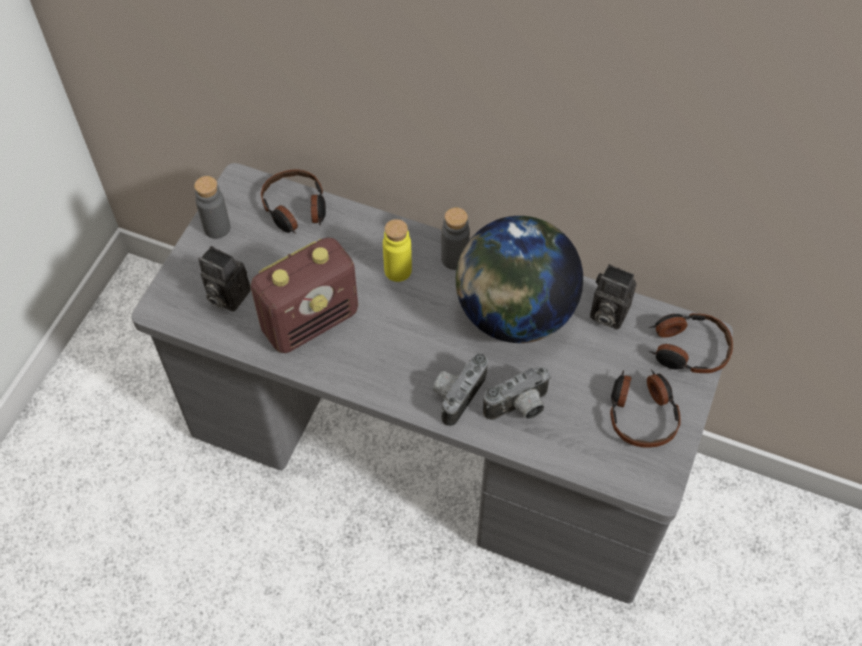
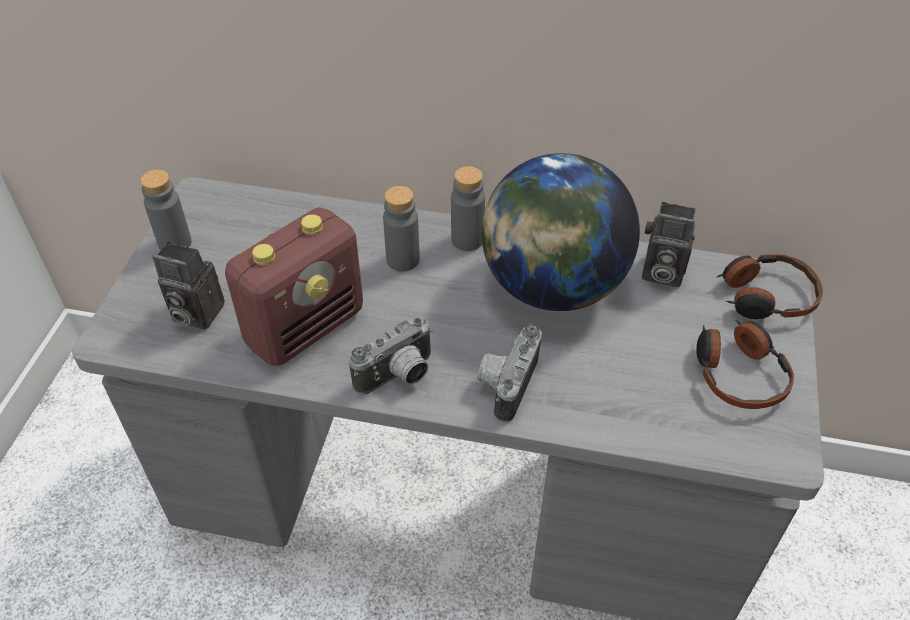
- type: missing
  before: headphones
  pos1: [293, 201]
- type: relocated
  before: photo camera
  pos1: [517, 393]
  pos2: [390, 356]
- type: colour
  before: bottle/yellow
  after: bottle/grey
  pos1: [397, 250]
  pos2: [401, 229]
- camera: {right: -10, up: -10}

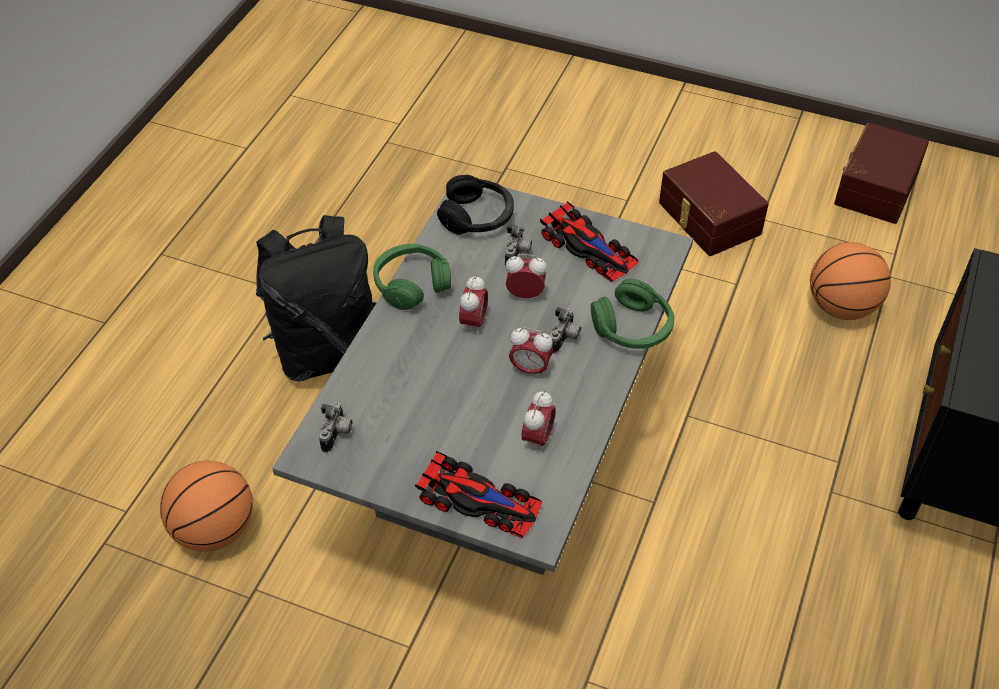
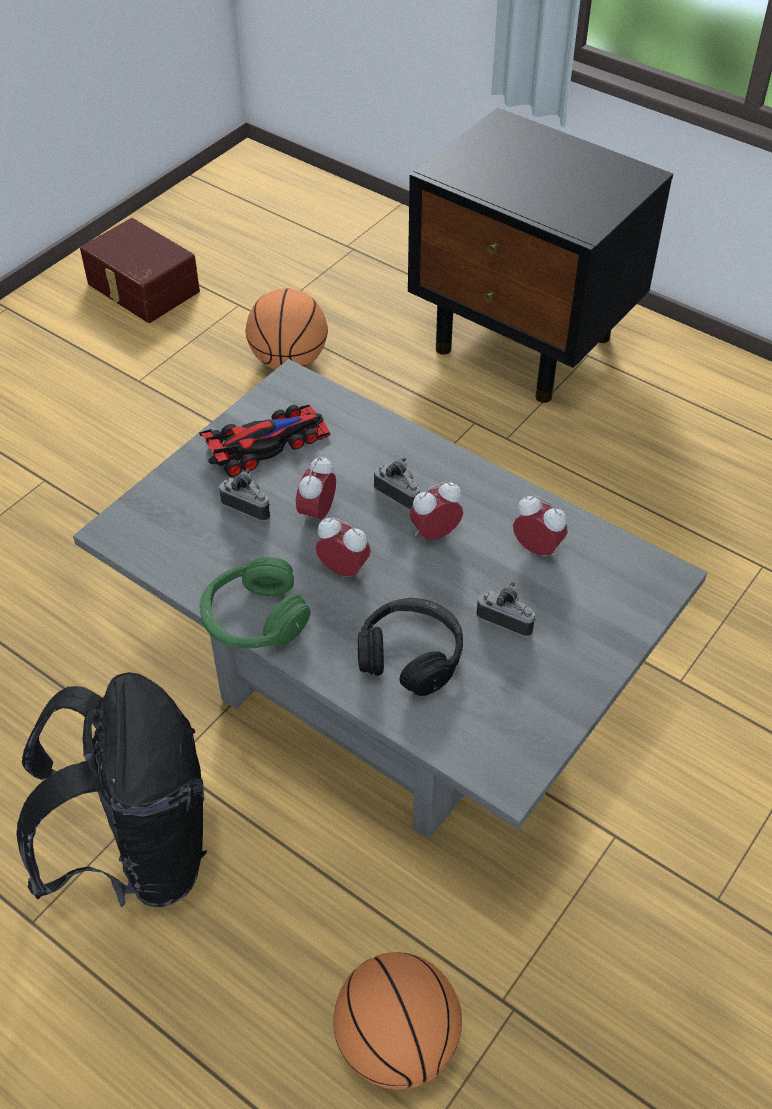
- type: missing
  before: toy car
  pos1: [478, 494]
- type: missing
  before: headphones/green
  pos1: [632, 313]
- type: missing
  before: storage box/brown
  pos1: [714, 203]
- type: relocated
  before: photo camera
  pos1: [335, 427]
  pos2: [506, 609]
- type: relocated
  before: headphones/black
  pos1: [475, 205]
  pos2: [410, 647]
- type: spun
  before: alarm clock
  pos1: [531, 352]
  pos2: [436, 510]
  turn: -150
- camera: {right: -75, up: 0}

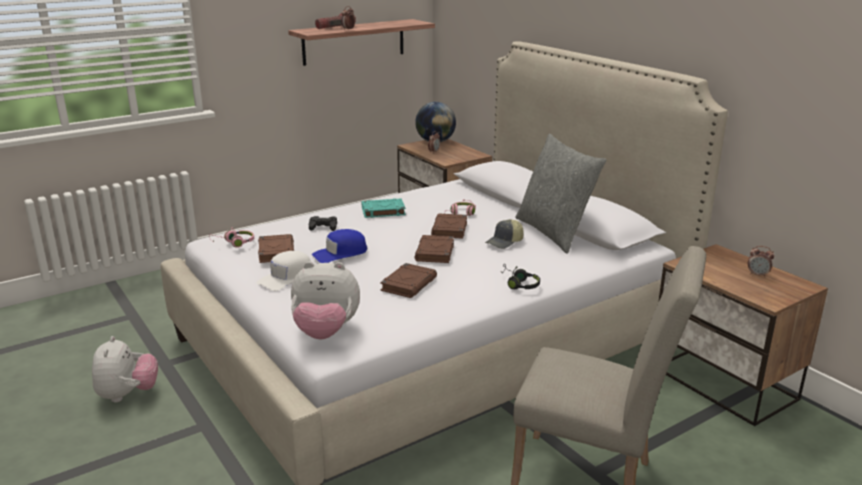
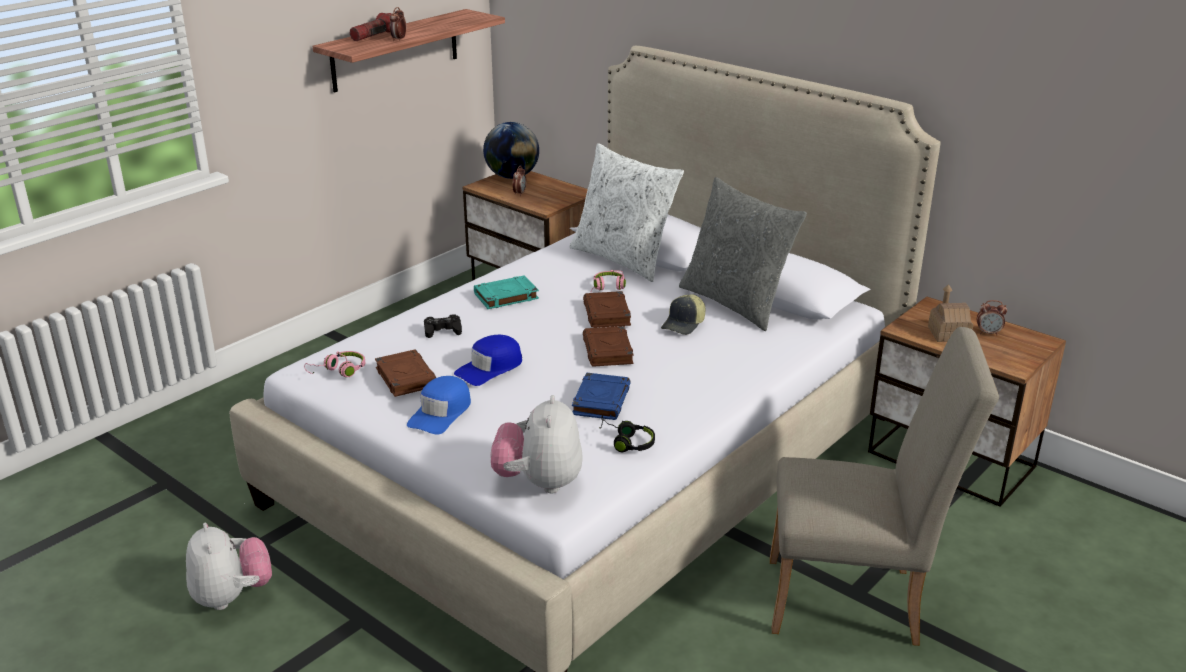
- type: appeared
  after: pillow/white
  pos2: [627, 212]
- type: appeared
  after: toy house
  pos2: [950, 313]
- type: relocated
  before: headphones/black
  pos1: [520, 277]
  pos2: [627, 433]
- type: colour
  before: cap/white
  after: cap/blue
  pos1: [284, 271]
  pos2: [439, 405]
- type: colour
  before: book/brown
  after: book/blue
  pos1: [408, 280]
  pos2: [601, 396]
- type: spun
  before: plush toy
  pos1: [325, 301]
  pos2: [537, 444]
  turn: 105
- camera: {right: -15, up: 5}

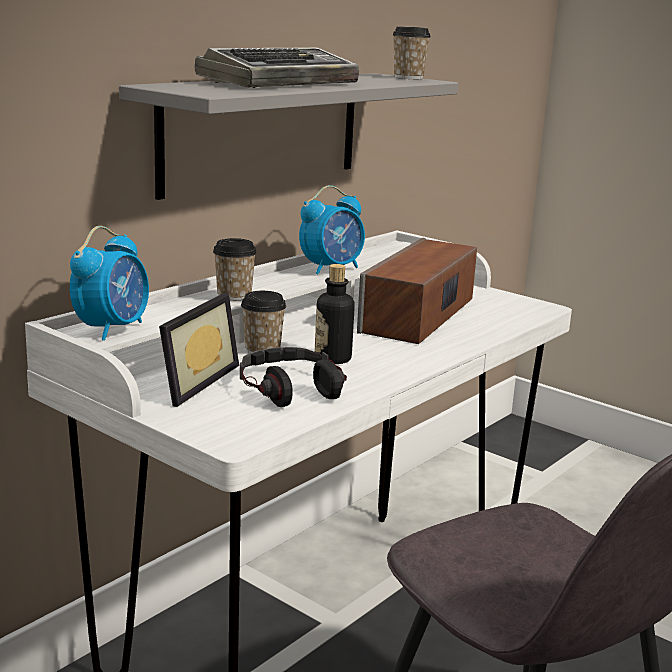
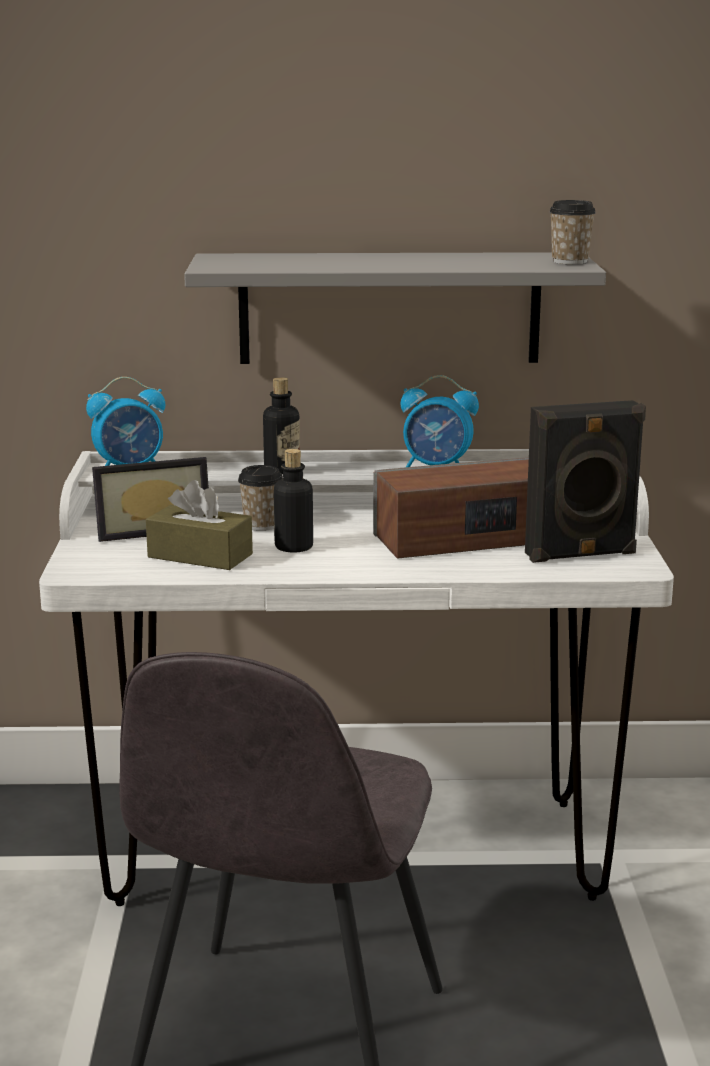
- type: missing
  before: keyboard
  pos1: [276, 67]
- type: appeared
  after: speaker/black
  pos2: [585, 481]
- type: exchanged
  before: cup
  after: bottle
  pos1: [235, 269]
  pos2: [281, 425]
- type: exchanged
  before: headphones
  after: tissue box/brown
  pos1: [293, 377]
  pos2: [199, 525]
- camera: {right: 50, up: 0}

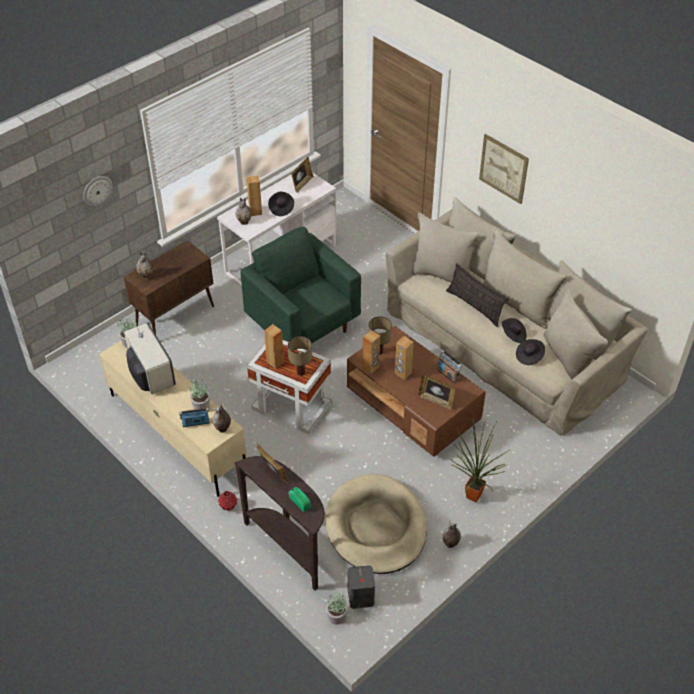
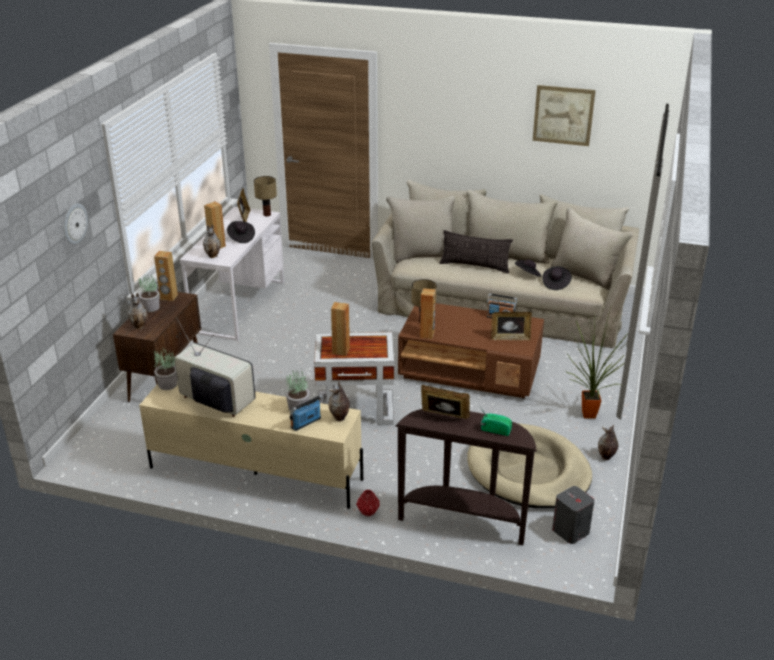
- type: missing
  before: armchair/green
  pos1: [301, 285]
- type: relocated
  before: table lamp
  pos1: [300, 356]
  pos2: [265, 196]
- type: relocated
  before: potted plant
  pos1: [337, 608]
  pos2: [149, 292]
- type: relocated
  before: speaker/brown
  pos1: [404, 358]
  pos2: [166, 276]
- type: relocated
  before: picture
  pos1: [504, 169]
  pos2: [564, 115]
- camera: {right: -30, up: -15}

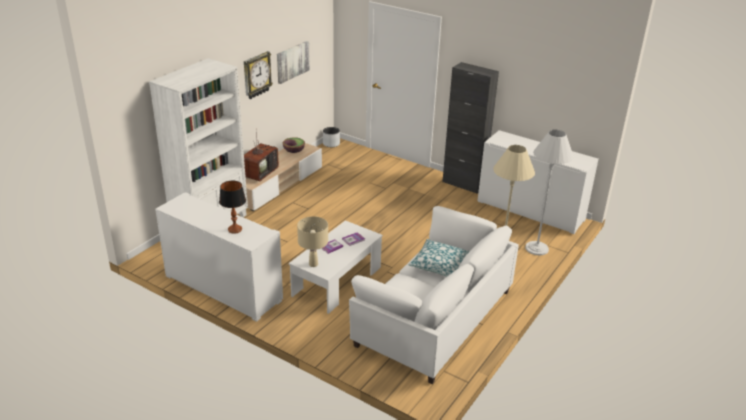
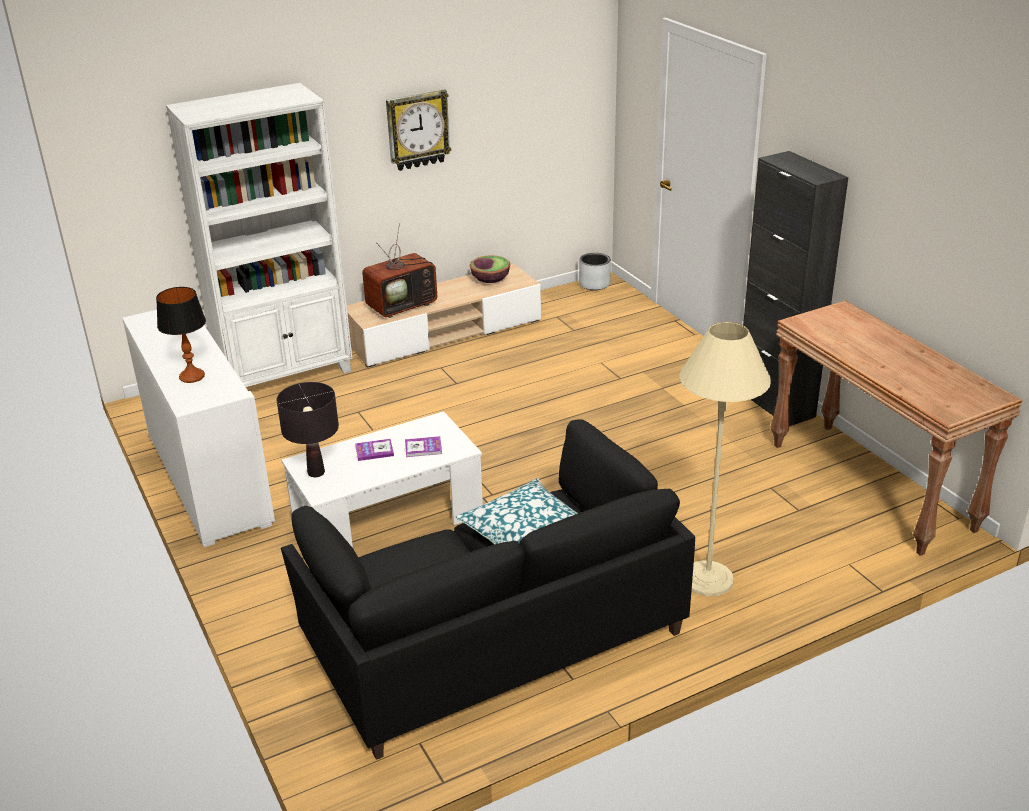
- type: missing
  before: picture
  pos1: [293, 62]
- type: missing
  before: floor lamp/white
  pos1: [549, 192]
- type: exchanged
  before: cabinet/white
  after: console table/brown
  pos1: [538, 182]
  pos2: [896, 428]
- type: colour
  before: table lamp/beige
  after: table lamp/black
  pos1: [312, 241]
  pos2: [308, 429]
- type: colour
  before: sofa/white
  after: sofa/black
  pos1: [434, 295]
  pos2: [488, 589]
- camera: {right: 30, up: 0}

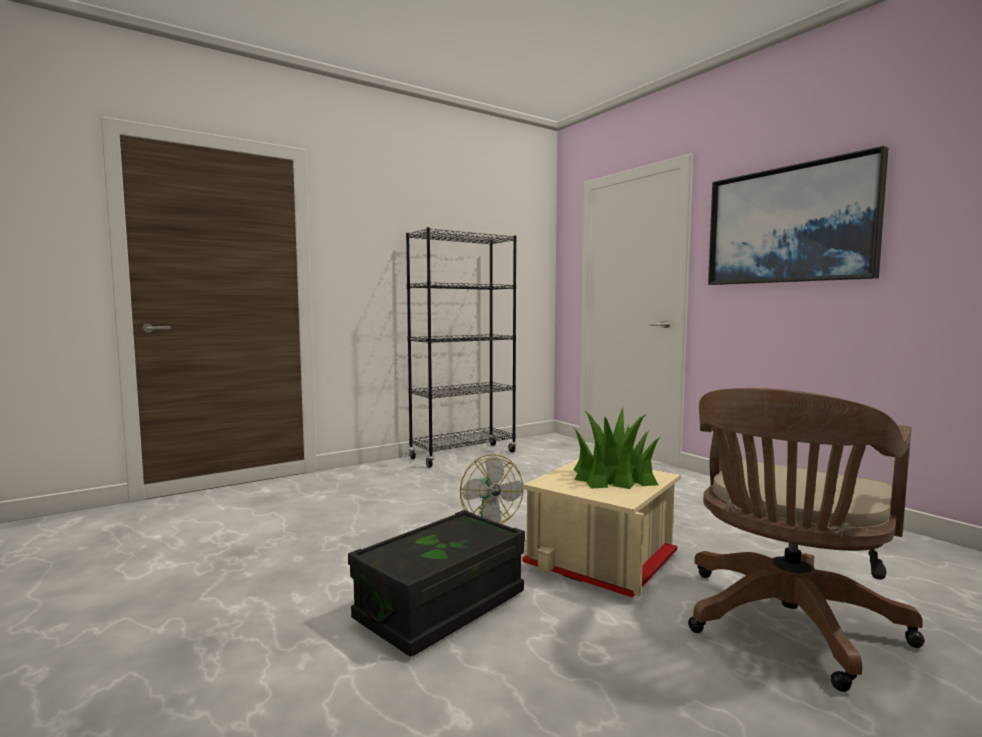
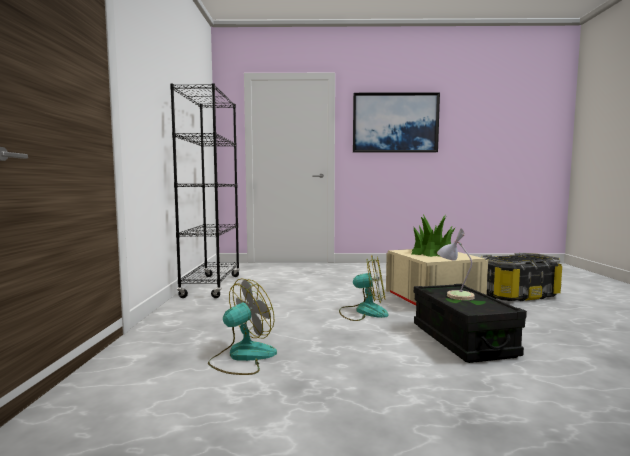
- type: appeared
  after: fan
  pos2: [242, 326]
- type: appeared
  after: table lamp
  pos2: [456, 264]
- type: exchanged
  before: office chair/brown
  after: storage box
  pos1: [806, 540]
  pos2: [521, 277]
- camera: {right: -55, up: 0}

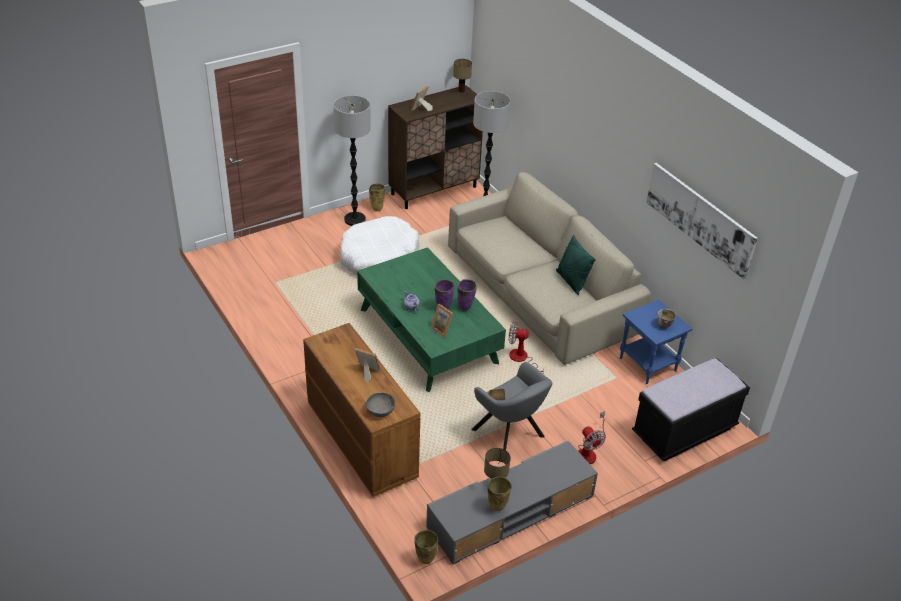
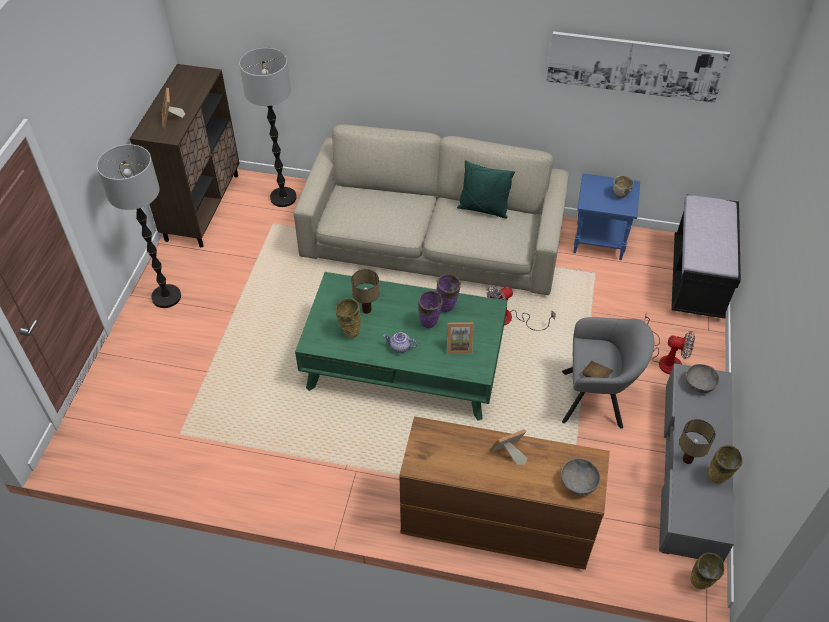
- type: missing
  before: dog bed/white
  pos1: [380, 245]
- type: appeared
  after: bowl/grey
  pos2: [703, 378]
- type: relocated
  before: vase/beige
  pos1: [377, 197]
  pos2: [348, 318]
- type: relocated
  before: table lamp
  pos1: [462, 76]
  pos2: [365, 291]
- camera: {right: -45, up: 10}

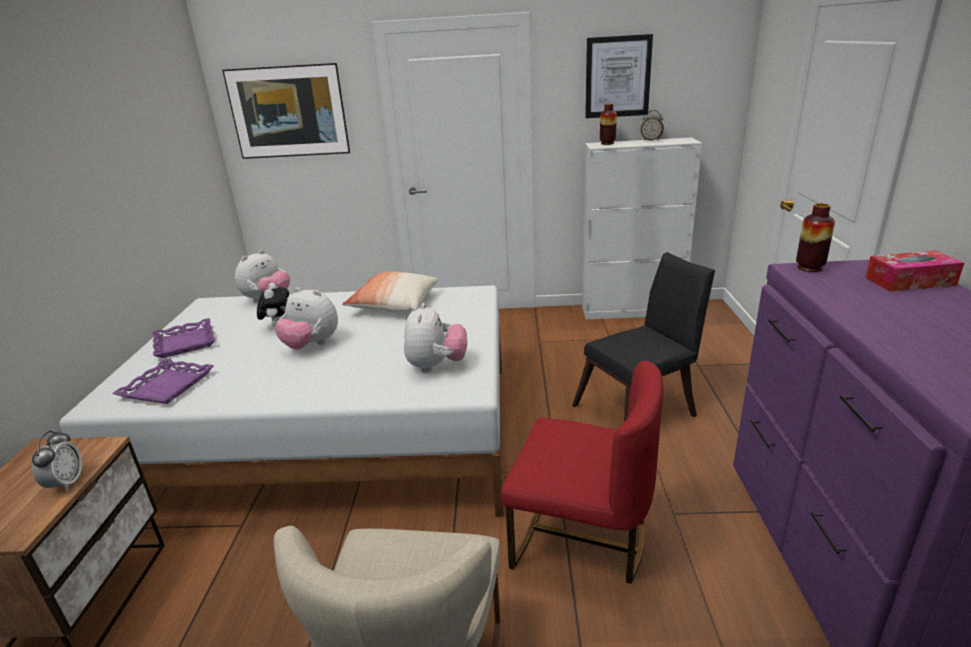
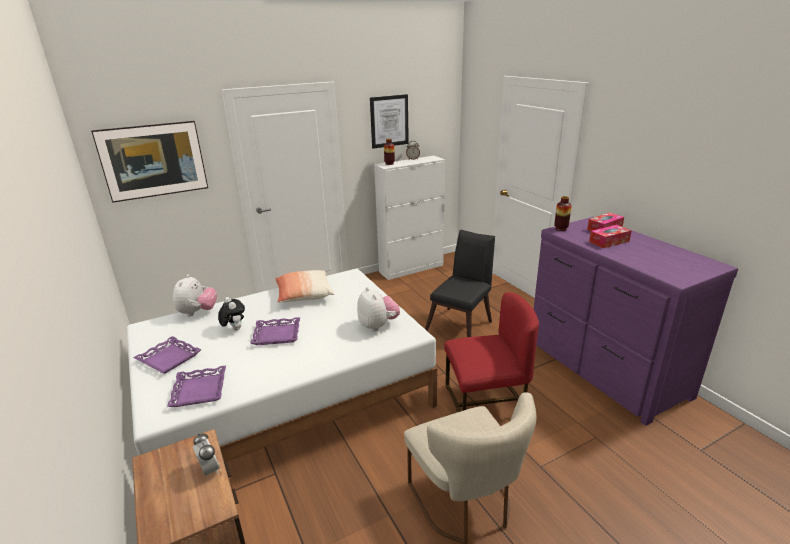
- type: appeared
  after: tissue box
  pos2: [610, 236]
- type: exchanged
  before: plush toy
  after: tray/purple
  pos1: [306, 318]
  pos2: [275, 331]
- camera: {right: -30, up: 0}

